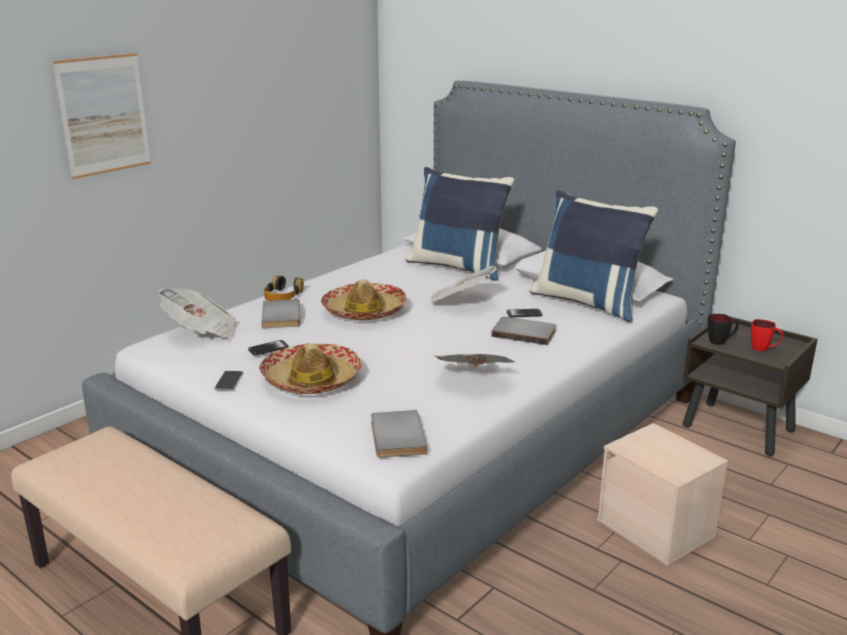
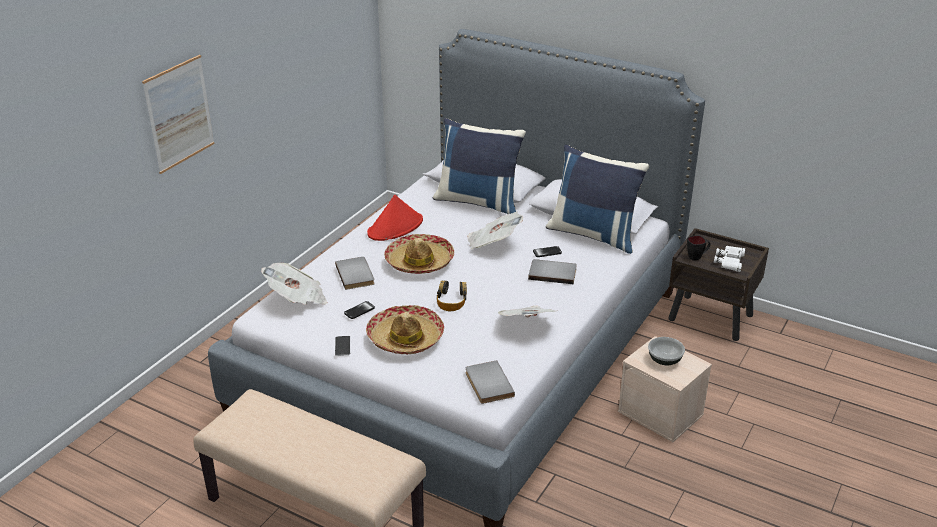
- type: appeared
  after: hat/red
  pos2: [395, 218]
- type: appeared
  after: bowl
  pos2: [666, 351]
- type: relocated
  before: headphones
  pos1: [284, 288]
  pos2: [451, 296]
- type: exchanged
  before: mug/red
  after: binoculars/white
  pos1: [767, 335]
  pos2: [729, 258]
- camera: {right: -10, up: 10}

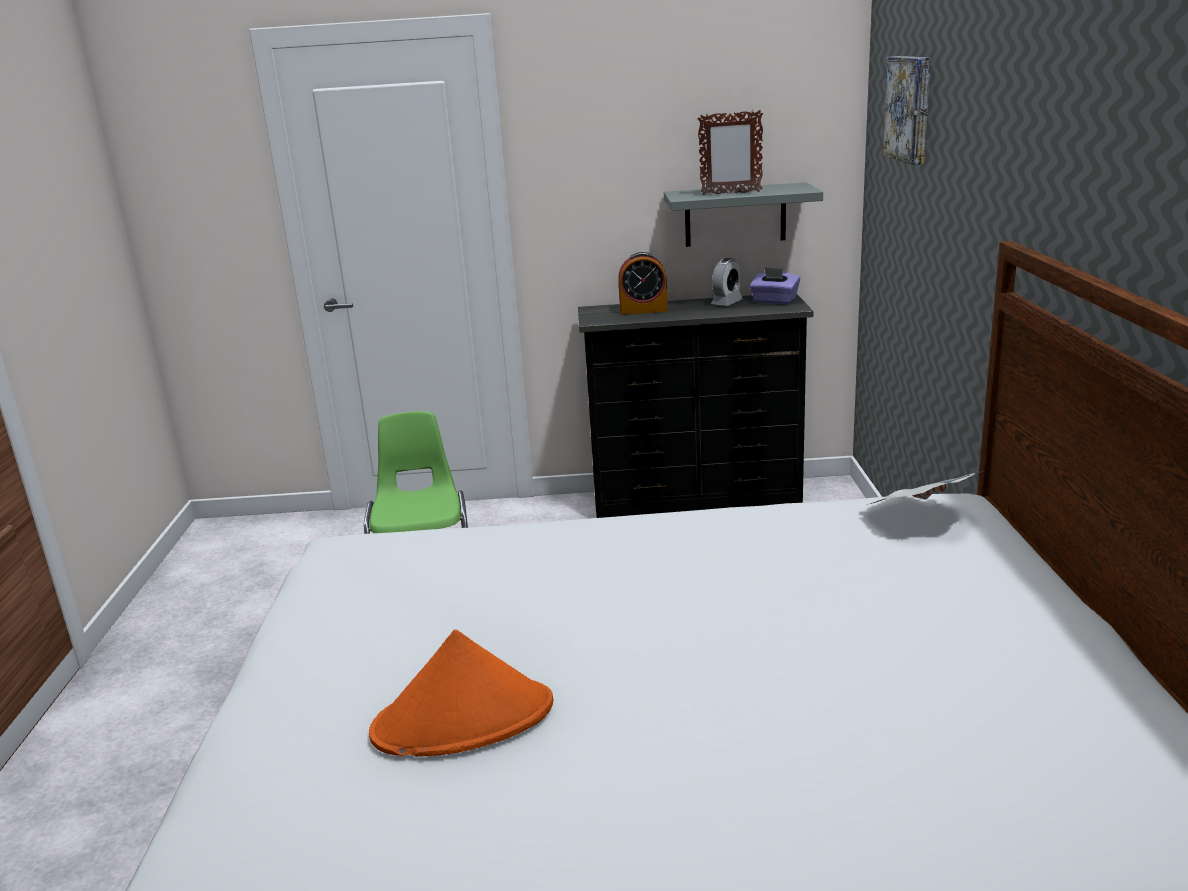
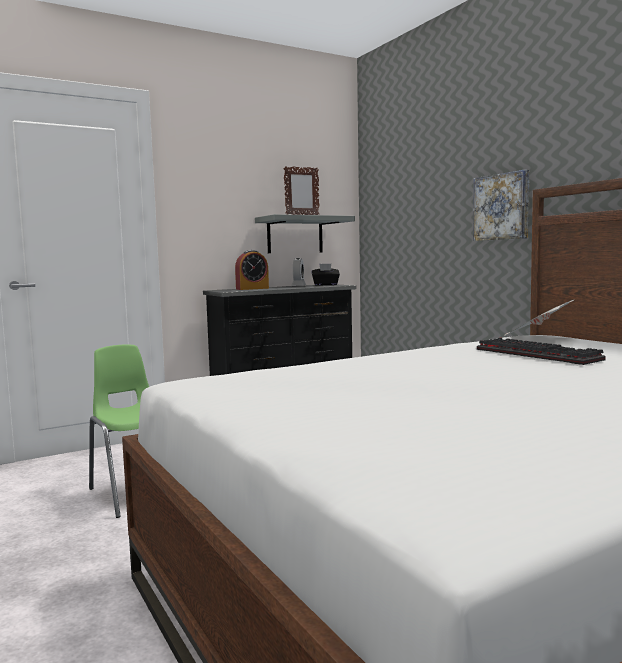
- type: missing
  before: hat/orange
  pos1: [461, 693]
- type: appeared
  after: keyboard
  pos2: [541, 351]
- type: relocated
  before: picture
  pos1: [906, 110]
  pos2: [501, 205]
- type: colour
  before: tissue box/purple
  after: tissue box/black
  pos1: [775, 285]
  pos2: [326, 275]
- camera: {right: -30, up: -15}

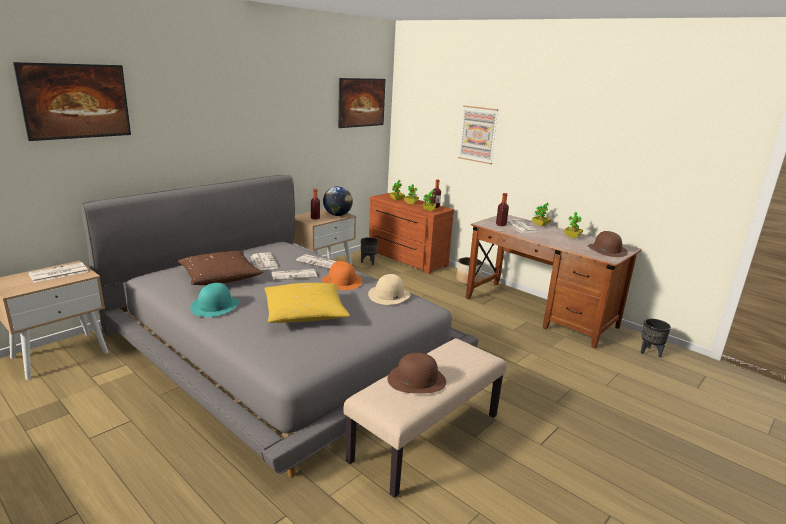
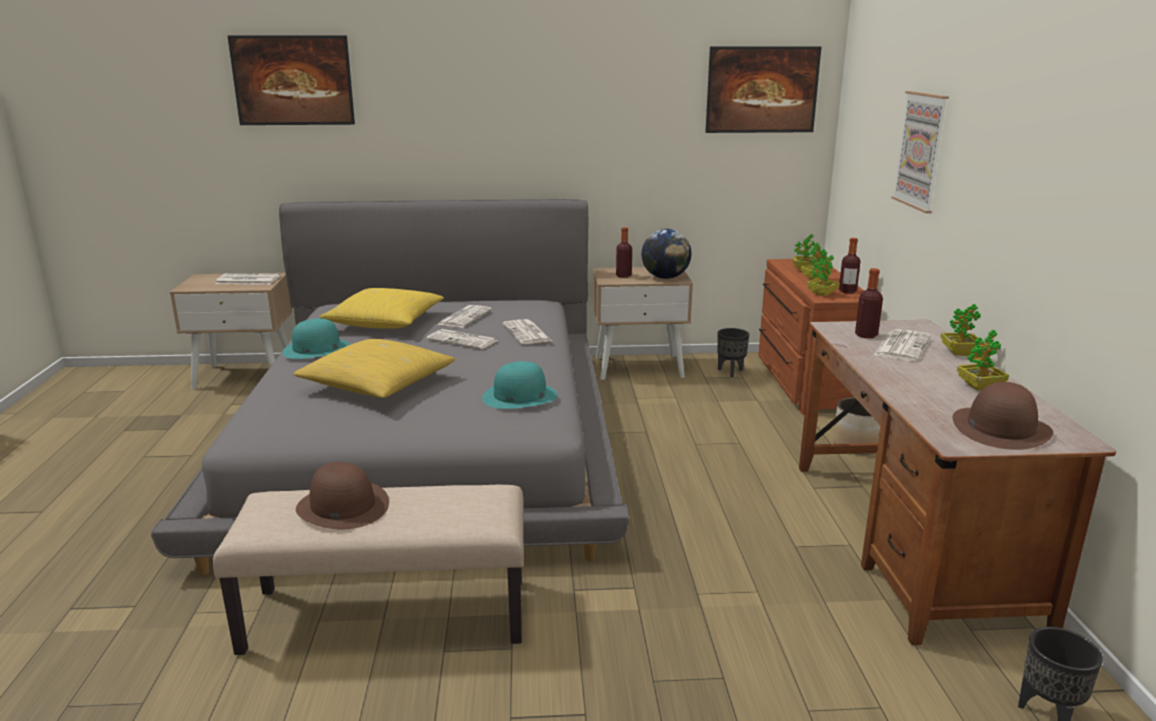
- type: missing
  before: hat/orange
  pos1: [342, 275]
- type: colour
  before: pillow/brown
  after: pillow/yellow
  pos1: [220, 268]
  pos2: [381, 308]
- type: colour
  before: hat/beige
  after: hat/turquoise
  pos1: [389, 289]
  pos2: [520, 385]
- camera: {right: 45, up: 0}

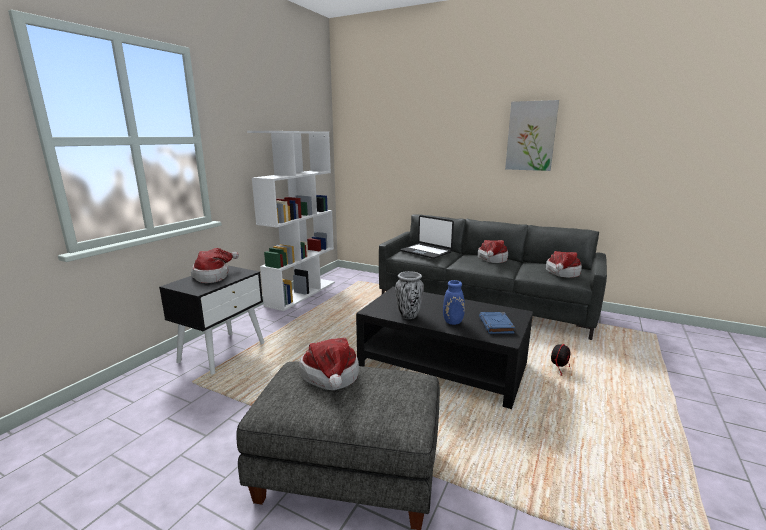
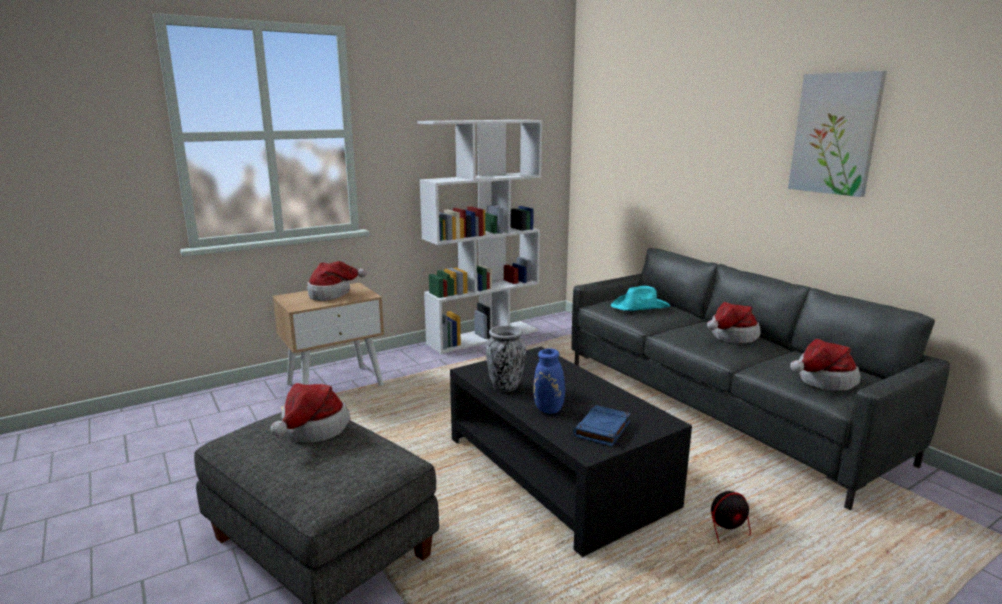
- type: exchanged
  before: laptop
  after: hat/turquoise
  pos1: [427, 237]
  pos2: [640, 298]
- type: colour
  before: nightstand/black
  after: nightstand/beige
  pos1: [211, 320]
  pos2: [328, 334]
- camera: {right: 30, up: 0}

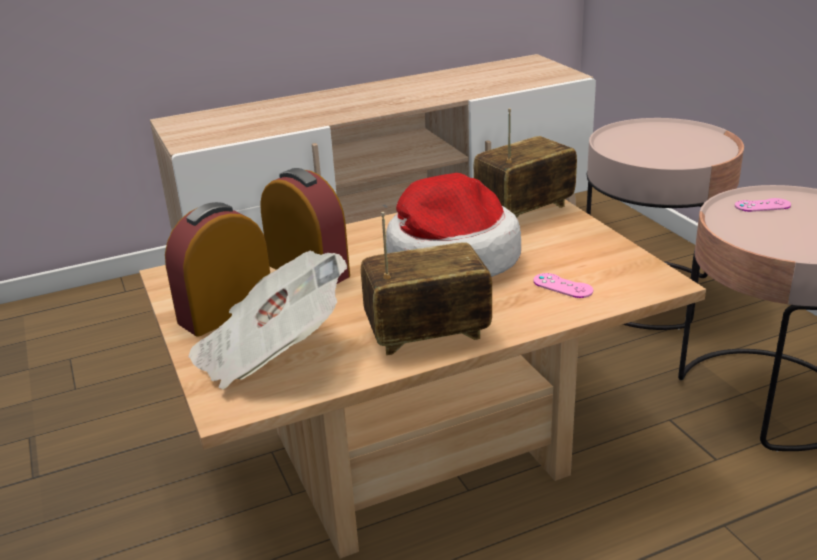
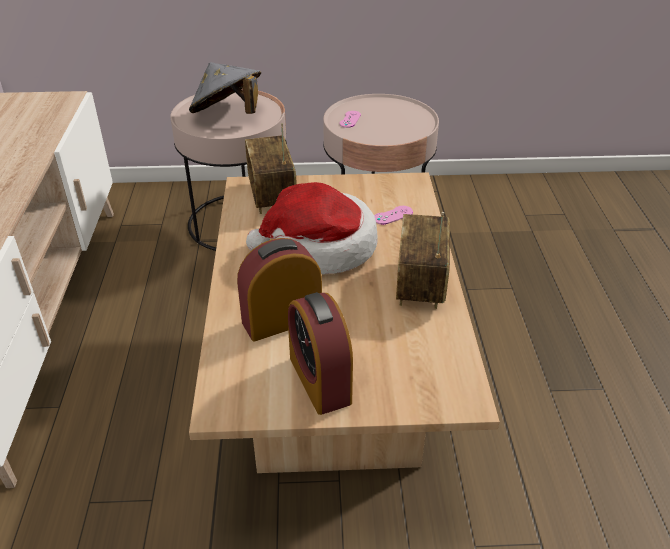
- type: missing
  before: newspaper
  pos1: [267, 320]
- type: appeared
  after: hat/grey
  pos2: [225, 88]
- camera: {right: -70, up: 10}

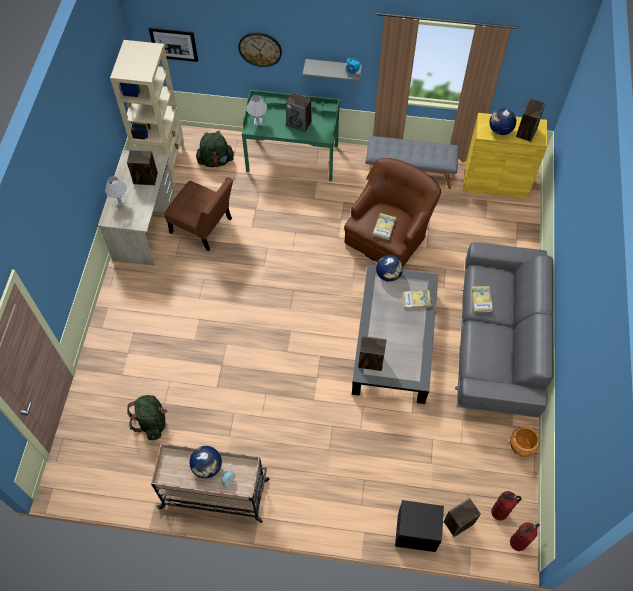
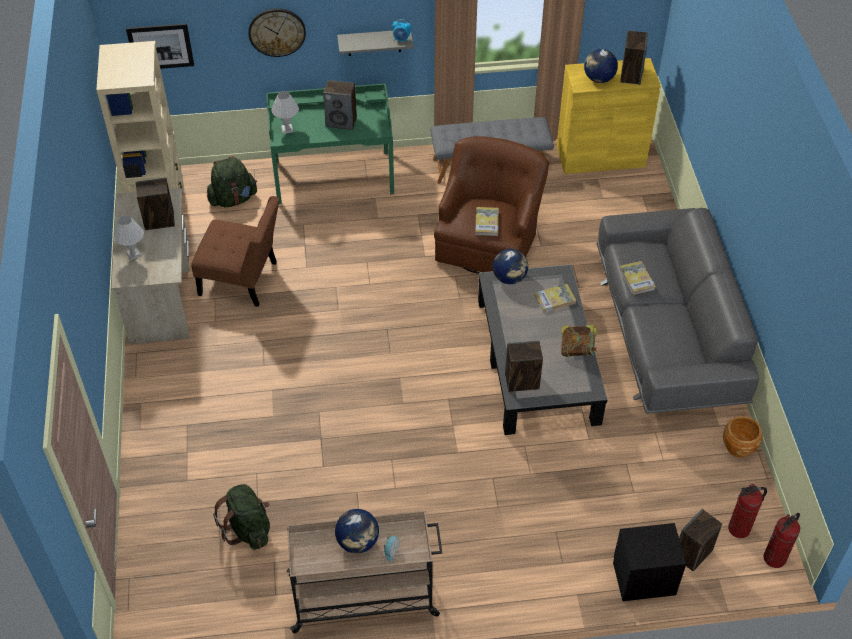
- type: appeared
  after: book
  pos2: [579, 341]
- camera: {right: -15, up: -10}

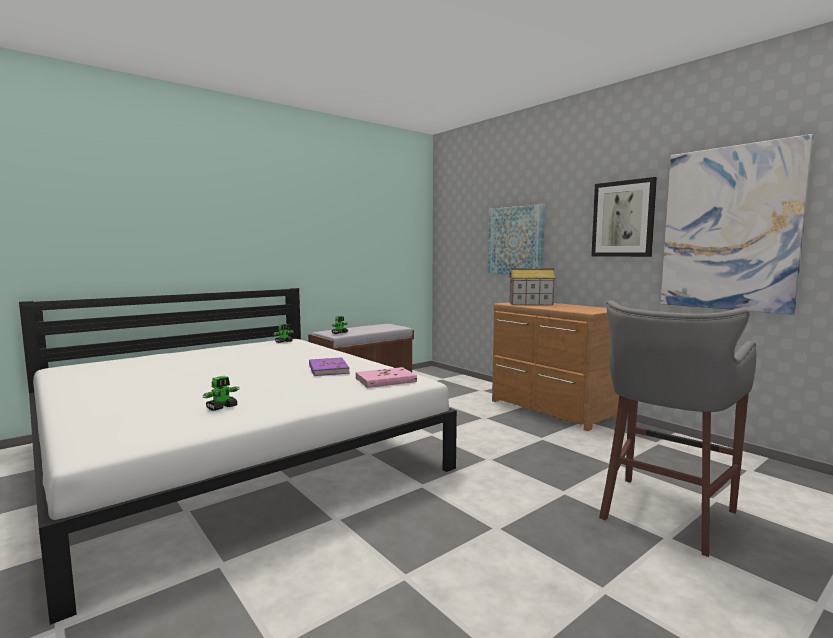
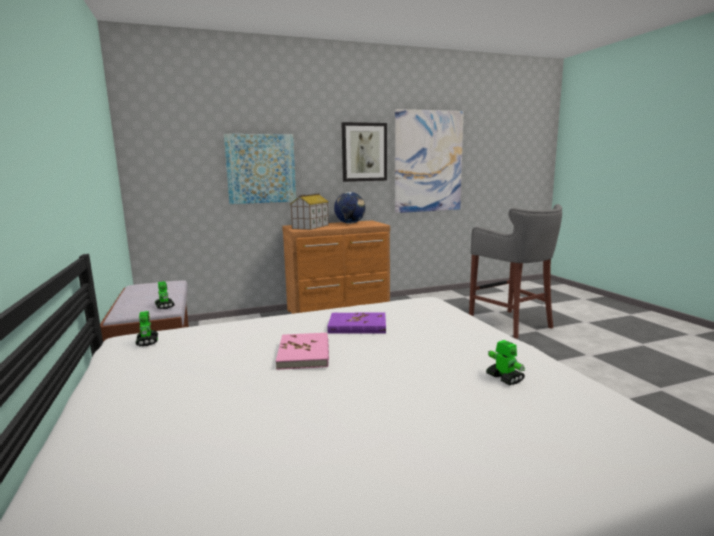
- type: appeared
  after: globe
  pos2: [349, 208]
- type: relocated
  before: book/pink
  pos1: [386, 377]
  pos2: [302, 351]
- camera: {right: -70, up: 5}

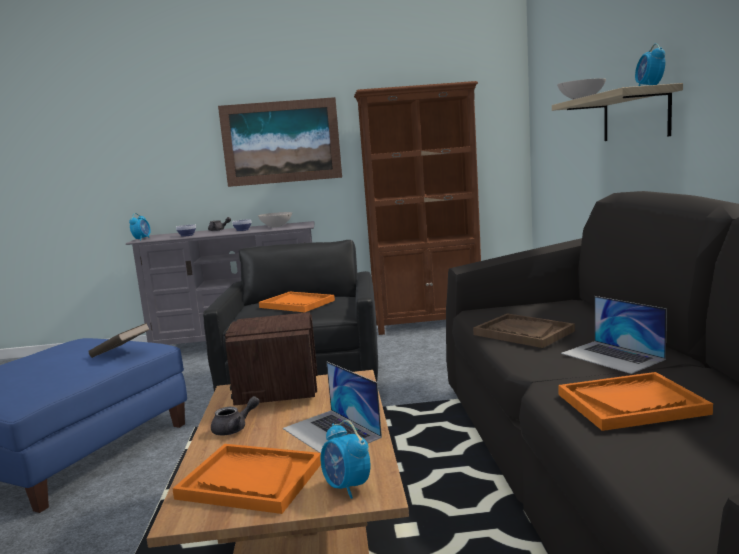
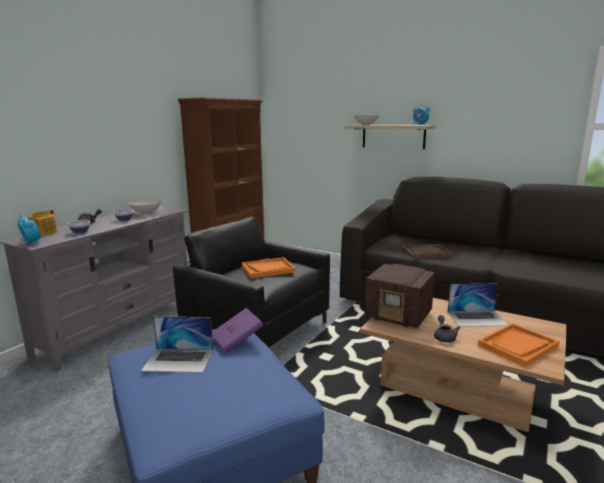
- type: missing
  before: picture
  pos1: [280, 142]
- type: missing
  before: alarm clock
  pos1: [345, 459]
- type: missing
  before: tray/orange
  pos1: [635, 401]
- type: appeared
  after: teapot
  pos2: [42, 223]
- type: relocated
  before: laptop
  pos1: [614, 335]
  pos2: [177, 344]
- type: colour
  before: book/brown
  after: book/purple
  pos1: [119, 340]
  pos2: [238, 330]
- camera: {right: -55, up: 5}

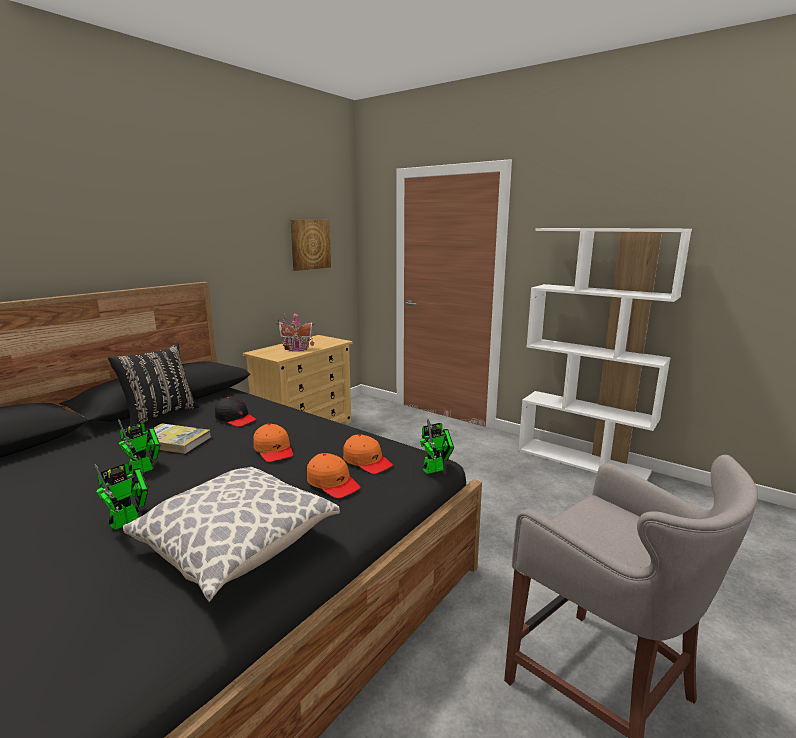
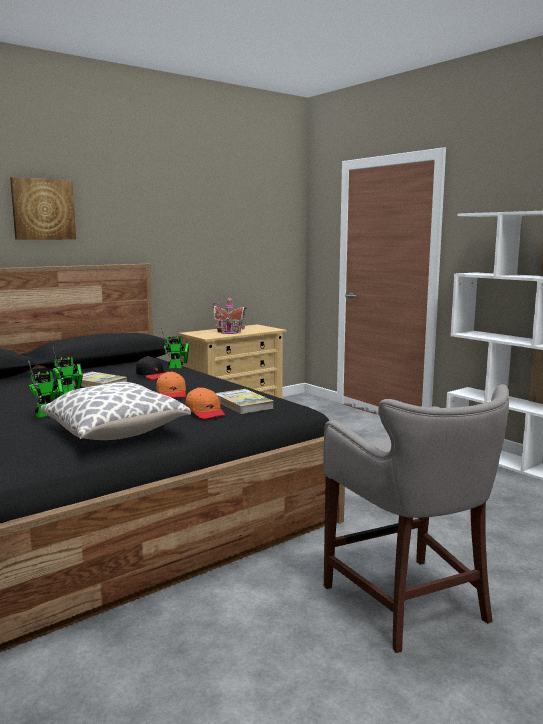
- type: missing
  before: pillow/black
  pos1: [153, 384]
- type: relocated
  before: picture
  pos1: [310, 245]
  pos2: [43, 208]
- type: relocated
  before: toy robot
  pos1: [437, 446]
  pos2: [175, 348]
- type: exchanged
  before: cap/orange
  after: book
  pos1: [368, 454]
  pos2: [244, 401]
- camera: {right: 15, up: -5}

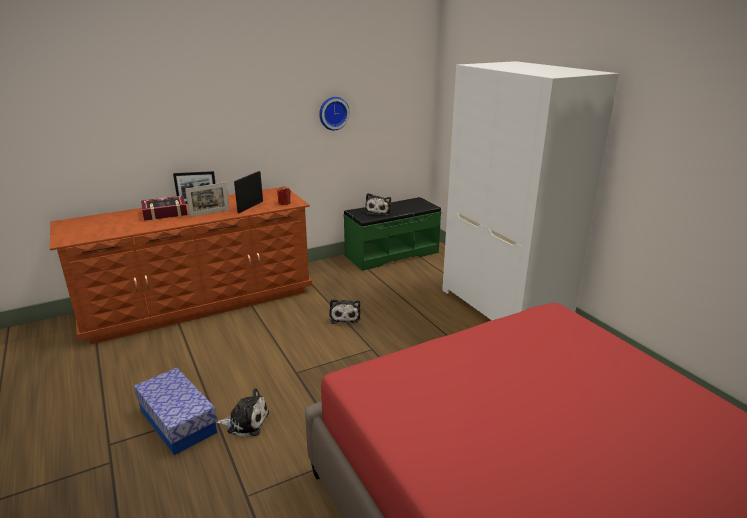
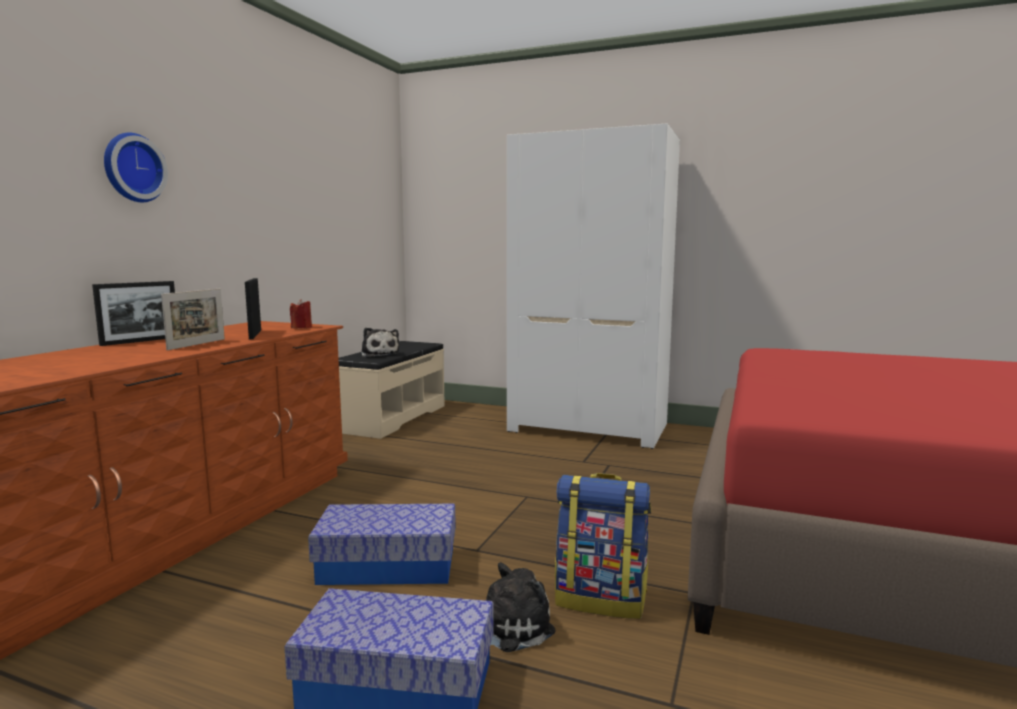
- type: missing
  before: book
  pos1: [164, 208]
- type: missing
  before: plush toy
  pos1: [344, 311]
- type: appeared
  after: storage box
  pos2: [382, 544]
- type: appeared
  after: backpack
  pos2: [603, 546]
- type: relocated
  before: wall clock
  pos1: [334, 113]
  pos2: [136, 167]
- type: colour
  before: bench/green
  after: bench/beige
  pos1: [392, 234]
  pos2: [391, 390]
- camera: {right: -40, up: -15}

